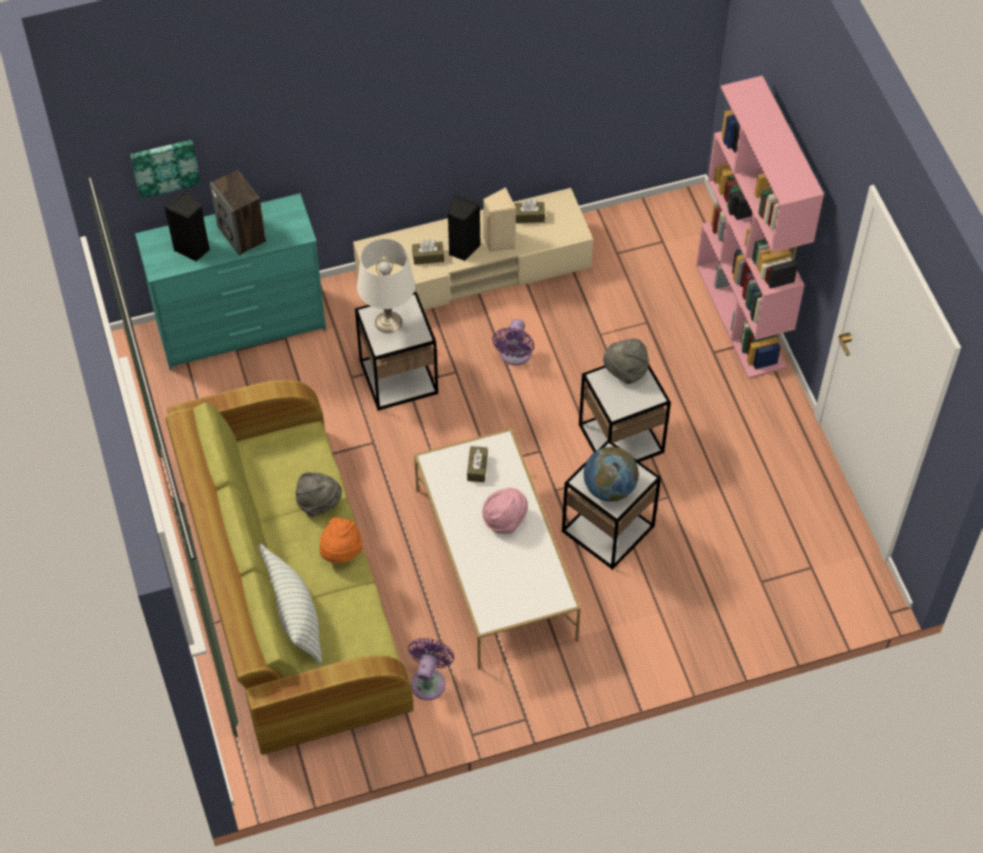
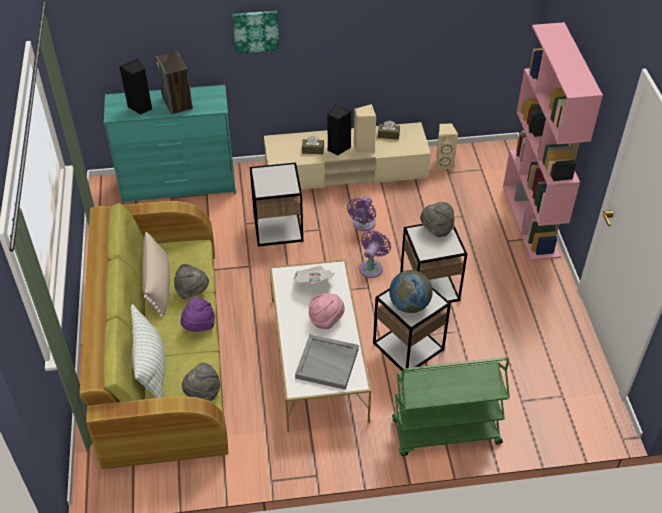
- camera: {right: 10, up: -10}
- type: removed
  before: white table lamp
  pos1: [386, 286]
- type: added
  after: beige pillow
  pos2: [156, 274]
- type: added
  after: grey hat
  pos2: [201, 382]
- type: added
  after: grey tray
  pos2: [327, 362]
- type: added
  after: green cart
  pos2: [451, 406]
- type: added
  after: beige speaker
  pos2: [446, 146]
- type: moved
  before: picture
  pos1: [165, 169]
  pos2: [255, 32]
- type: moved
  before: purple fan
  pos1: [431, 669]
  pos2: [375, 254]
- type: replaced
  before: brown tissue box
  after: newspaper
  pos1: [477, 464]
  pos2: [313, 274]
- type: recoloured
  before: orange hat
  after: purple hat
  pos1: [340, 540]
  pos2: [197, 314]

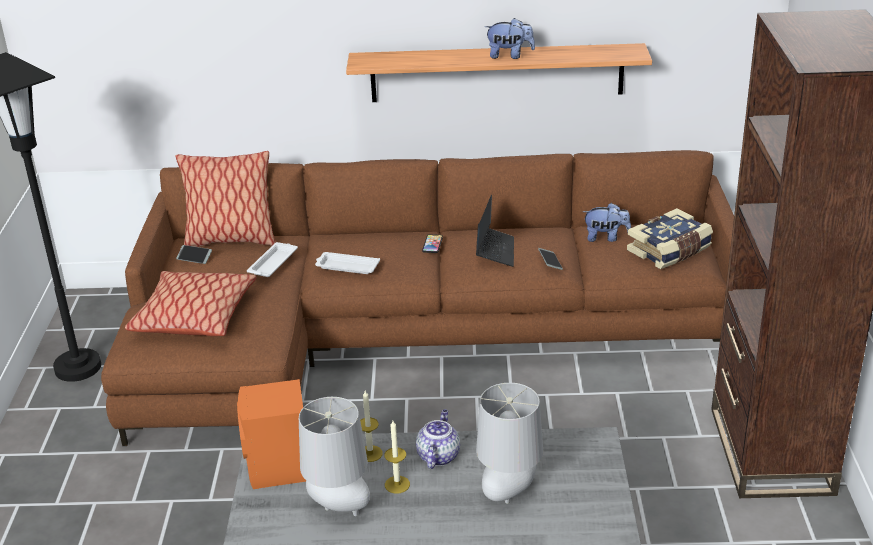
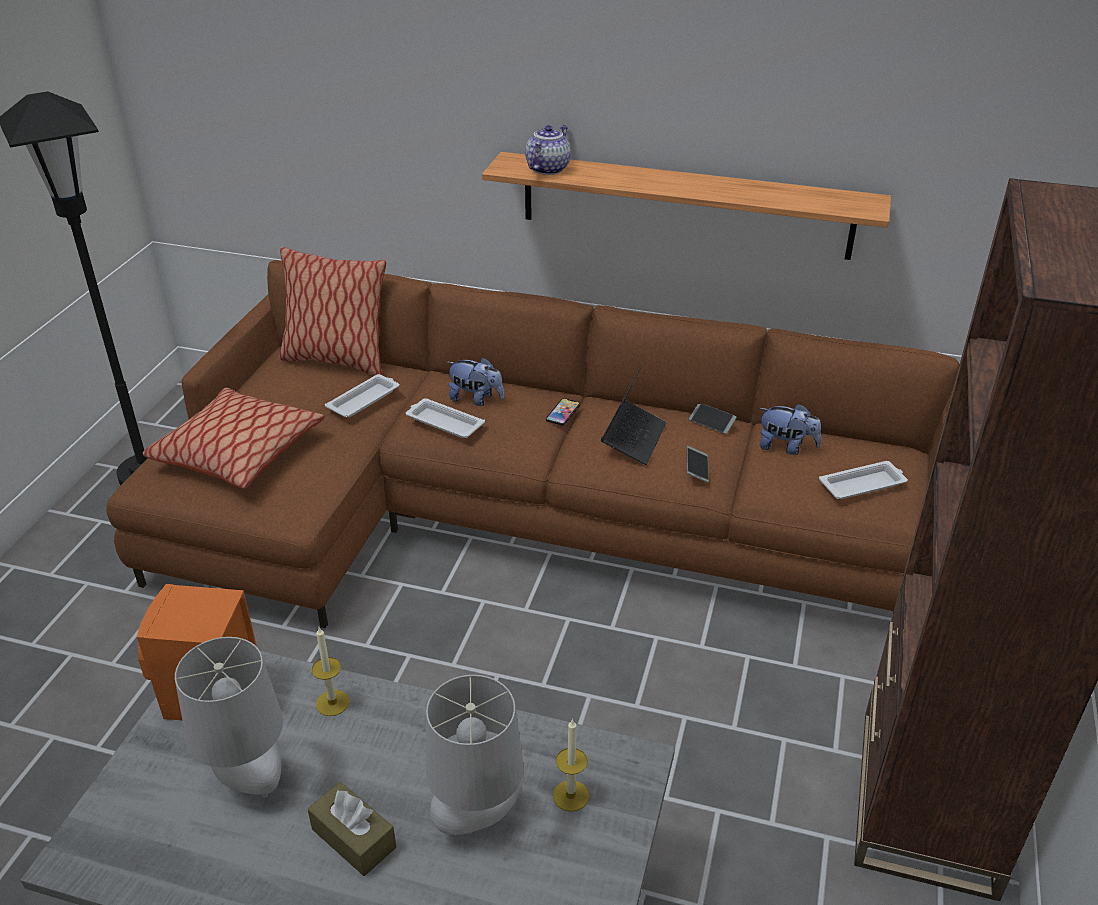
- camera: {right: 15, up: 5}
- type: added
  after: brown tissue box
  pos2: [352, 829]
- type: moved
  before: phone
  pos1: [194, 254]
  pos2: [713, 419]
- type: moved
  before: candle
  pos1: [397, 457]
  pos2: [571, 765]
- type: moved
  before: teapot
  pos1: [438, 439]
  pos2: [548, 150]
- type: moved
  before: plush toy
  pos1: [510, 38]
  pos2: [475, 381]
- type: replaced
  before: book
  after: white tray
  pos1: [670, 238]
  pos2: [863, 480]

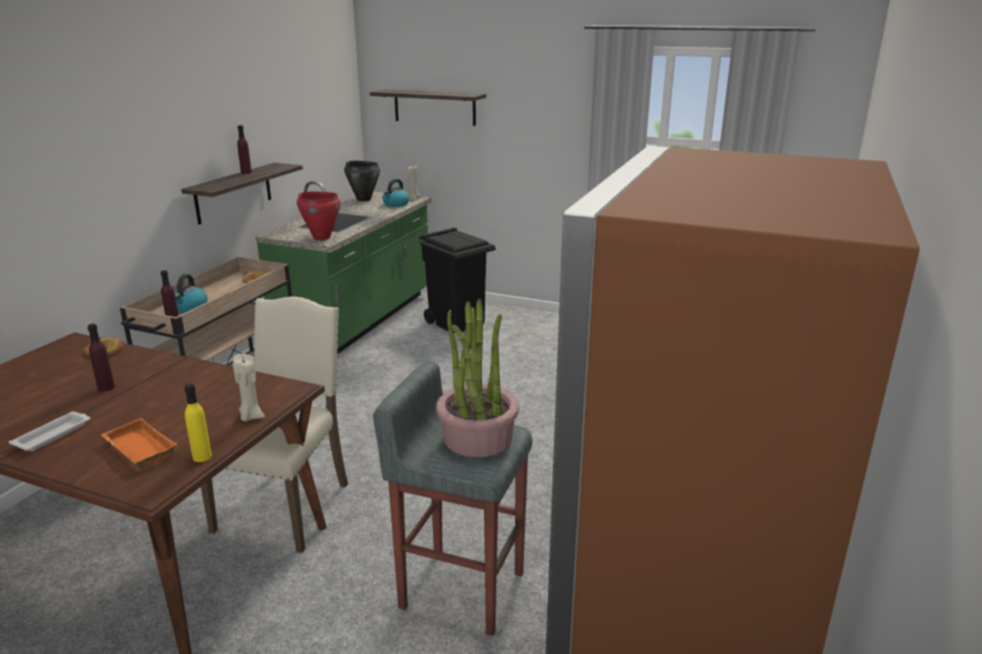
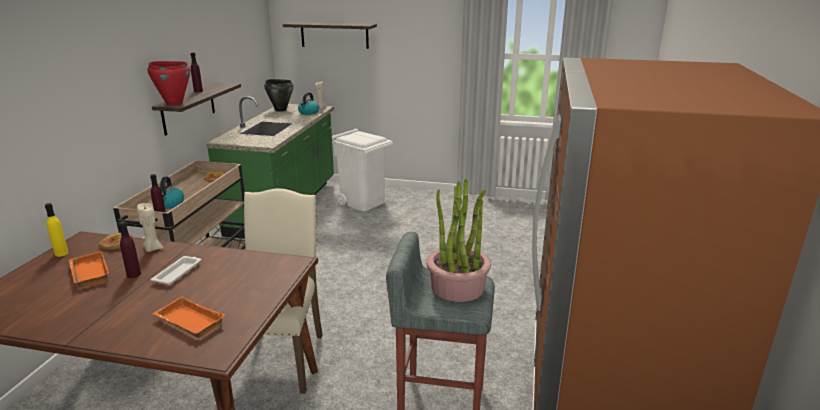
- camera: {right: -10, up: 0}
- type: added
  after: orange tray
  pos2: [89, 269]
- type: moved
  before: white tray
  pos1: [50, 431]
  pos2: [176, 270]
- type: moved
  before: yellow bottle
  pos1: [198, 422]
  pos2: [57, 230]
- type: moved
  before: beige candle
  pos1: [249, 387]
  pos2: [150, 227]
- type: moved
  before: red cooking pot
  pos1: [319, 216]
  pos2: [168, 83]
- type: recoloured
  before: black trash can
  after: white trash can
  pos1: [457, 280]
  pos2: [362, 170]

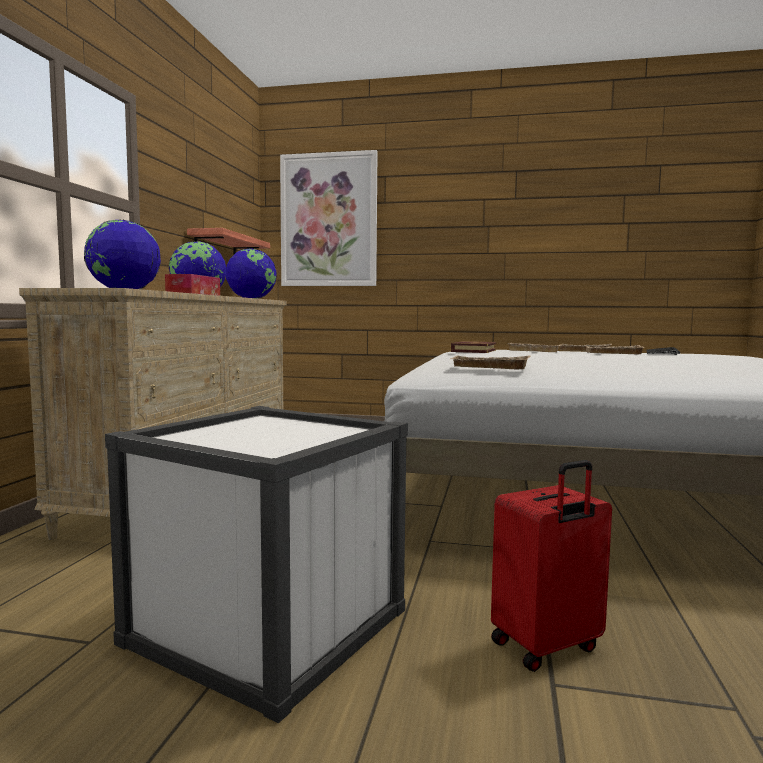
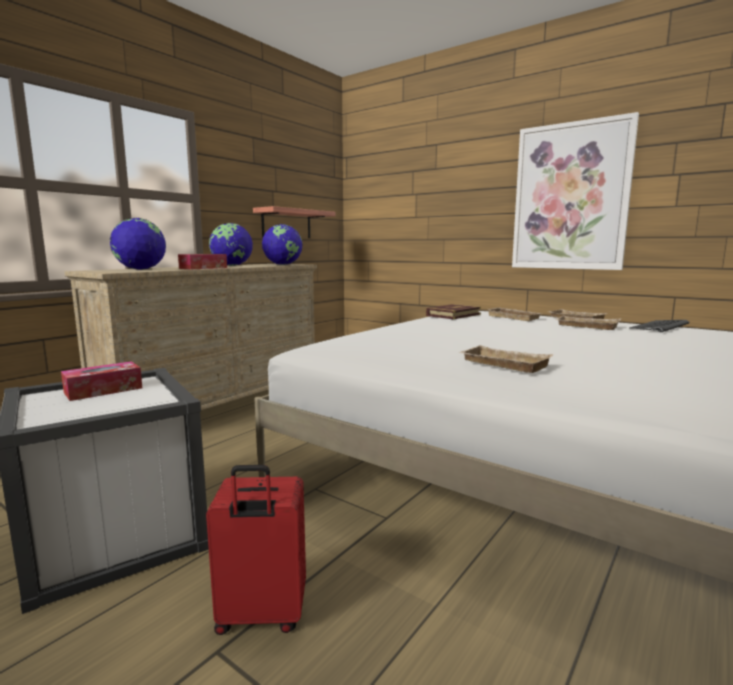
- camera: {right: 25, up: 5}
- type: added
  after: tissue box
  pos2: [101, 381]
- type: moved
  before: picture
  pos1: [329, 218]
  pos2: [575, 191]
- type: moved
  before: beige tray
  pos1: [490, 362]
  pos2: [506, 359]

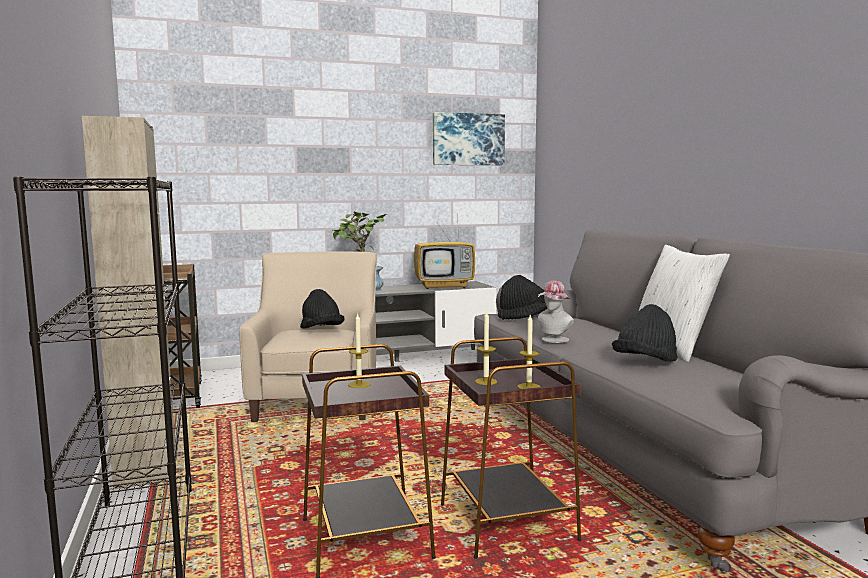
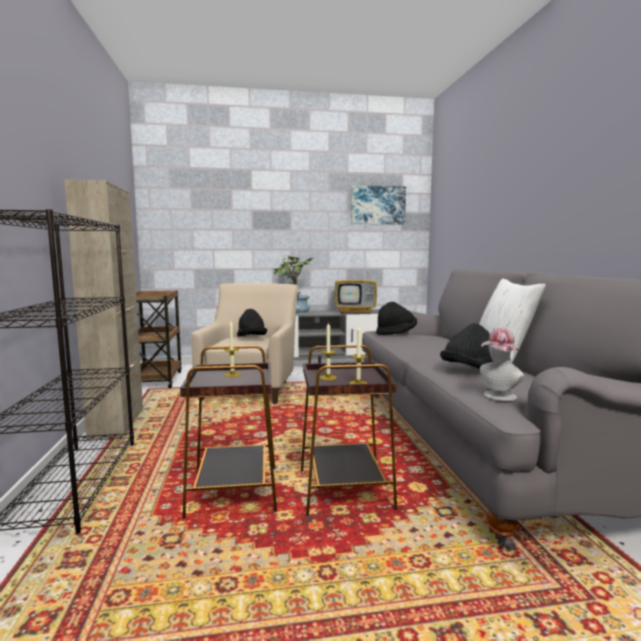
- camera: {right: 10, up: 0}
- type: moved
  before: hat
  pos1: [556, 312]
  pos2: [502, 364]

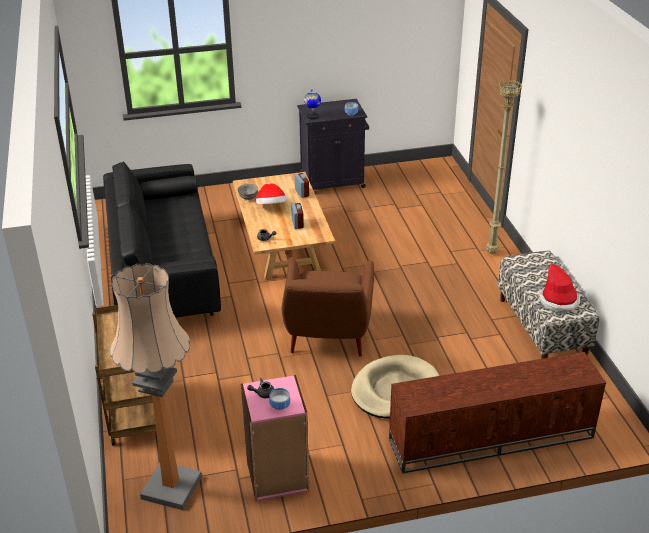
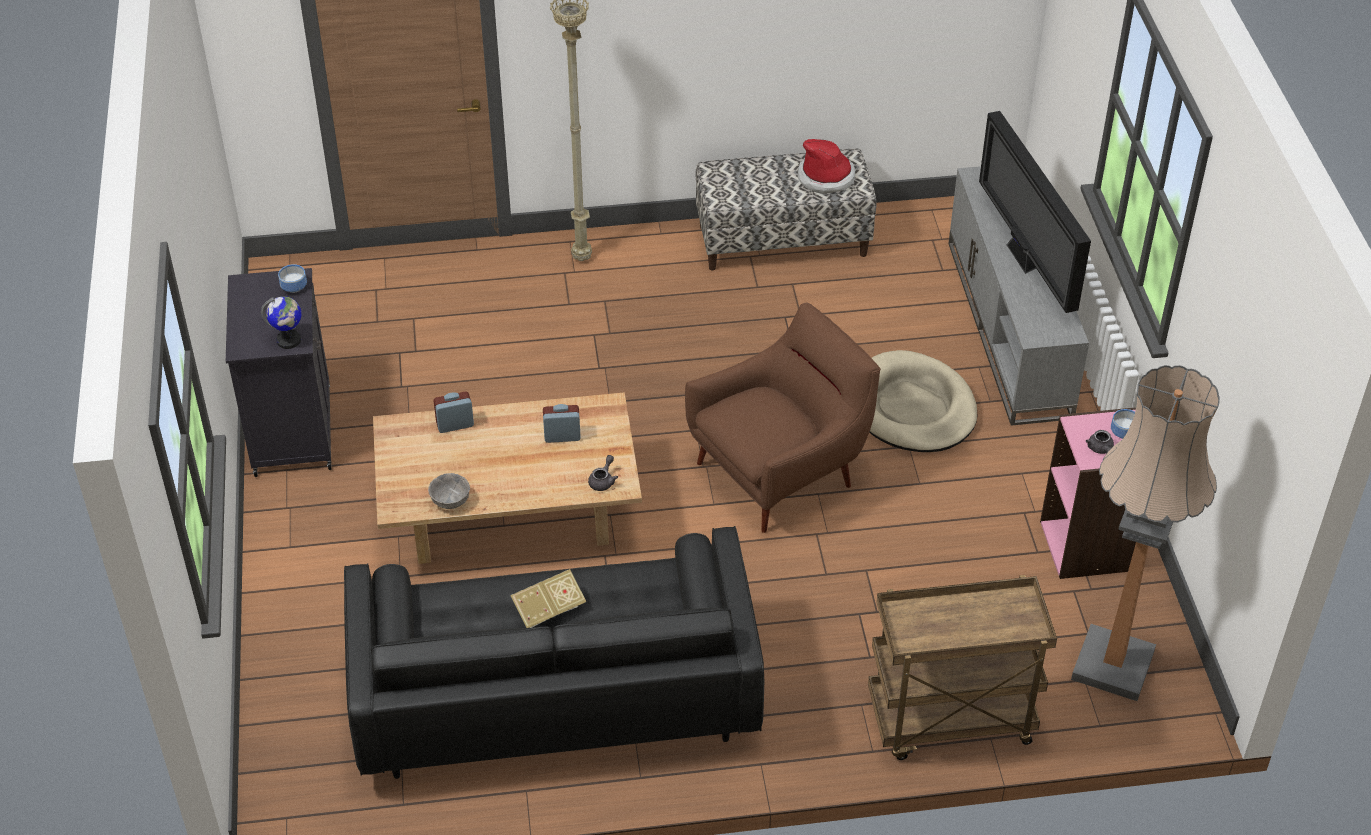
- camera: {right: -85, up: 10}
- type: removed
  before: hat
  pos1: [271, 193]
- type: added
  after: book
  pos2: [548, 598]
- type: added
  after: television
  pos2: [1035, 212]
- type: recoloured
  before: brown tv stand
  after: grey tv stand
  pos1: [497, 413]
  pos2: [1018, 296]
- type: turned
  before: brown armchair
  pos1: [328, 307]
  pos2: [783, 418]
  turn: -45

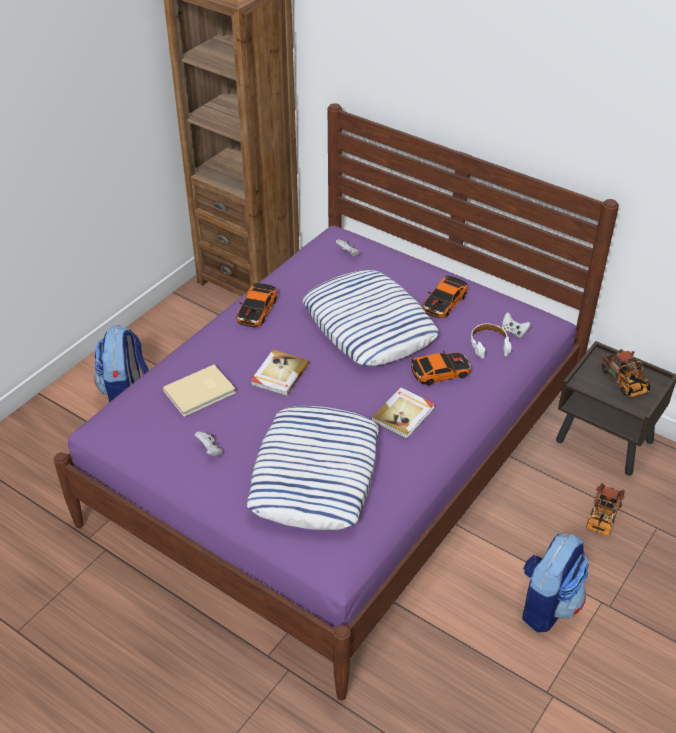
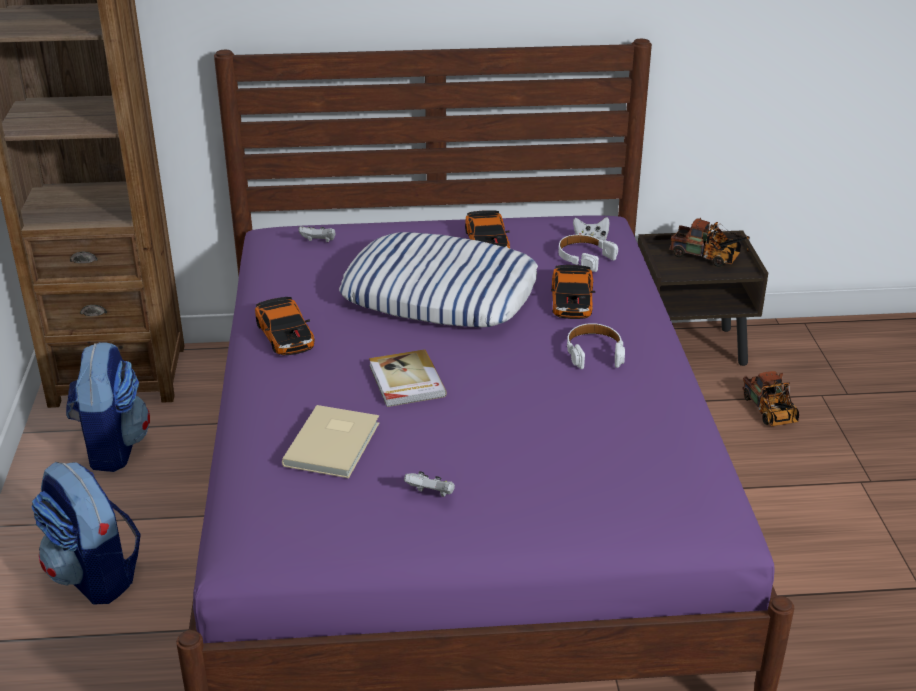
- camera: {right: -40, up: -10}
- type: removed
  before: pillow
  pos1: [313, 468]
- type: moved
  before: backpack
  pos1: [555, 582]
  pos2: [108, 407]
- type: replaced
  before: book
  after: white headphones
  pos1: [403, 413]
  pos2: [596, 346]
- type: turned
  before: toy car
  pos1: [440, 368]
  pos2: [573, 292]
  turn: 150

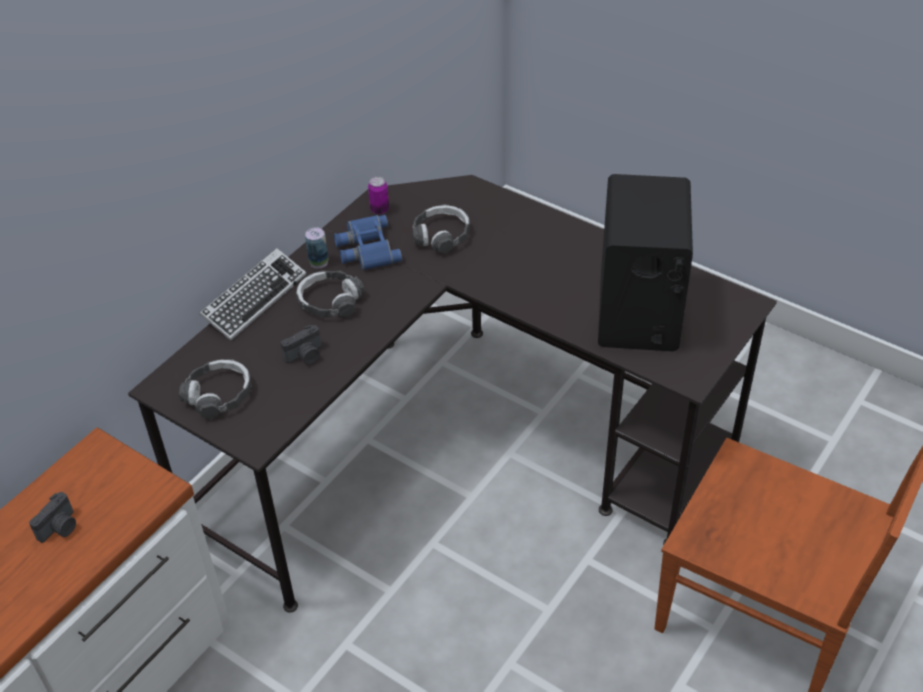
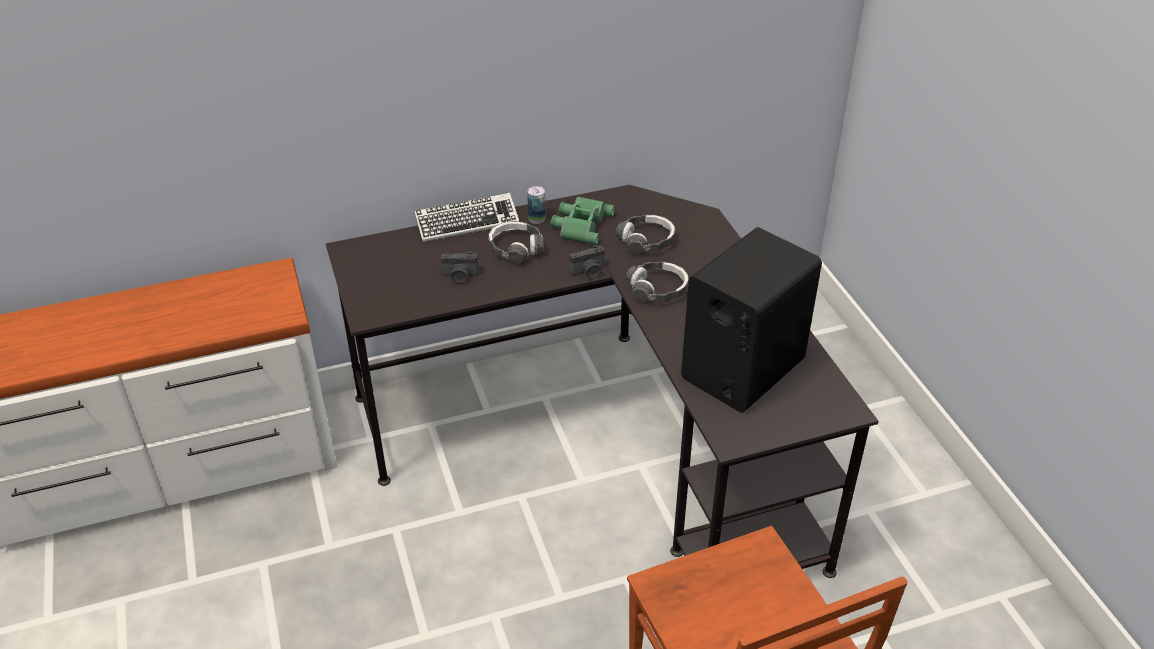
- camera: {right: 35, up: -5}
- type: removed
  before: can
  pos1: [378, 196]
- type: moved
  before: photo camera
  pos1: [52, 517]
  pos2: [586, 262]
- type: moved
  before: headphones
  pos1: [215, 389]
  pos2: [657, 281]
- type: recoloured
  before: blue binoculars
  after: green binoculars
  pos1: [368, 242]
  pos2: [583, 221]

